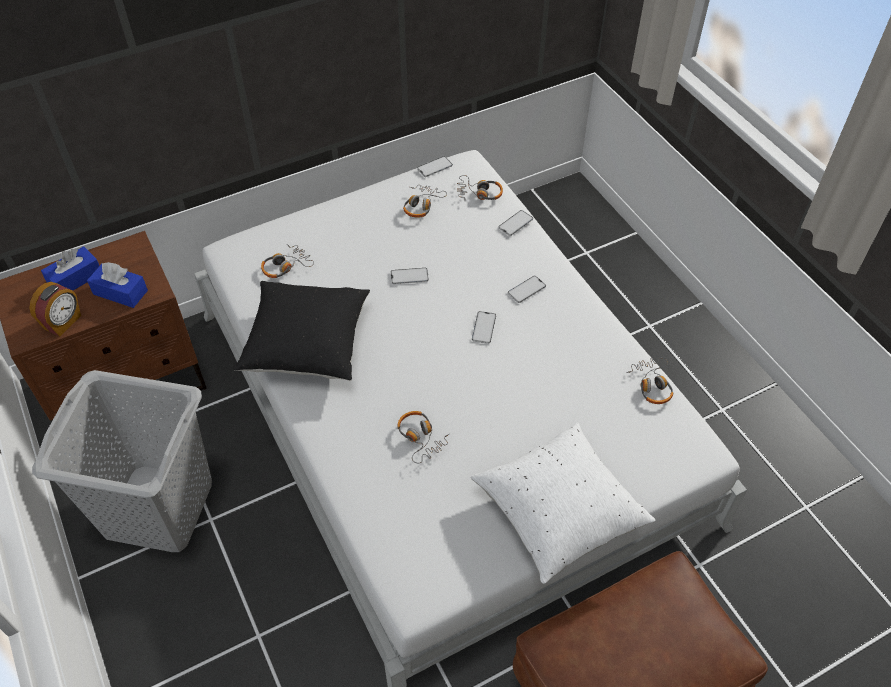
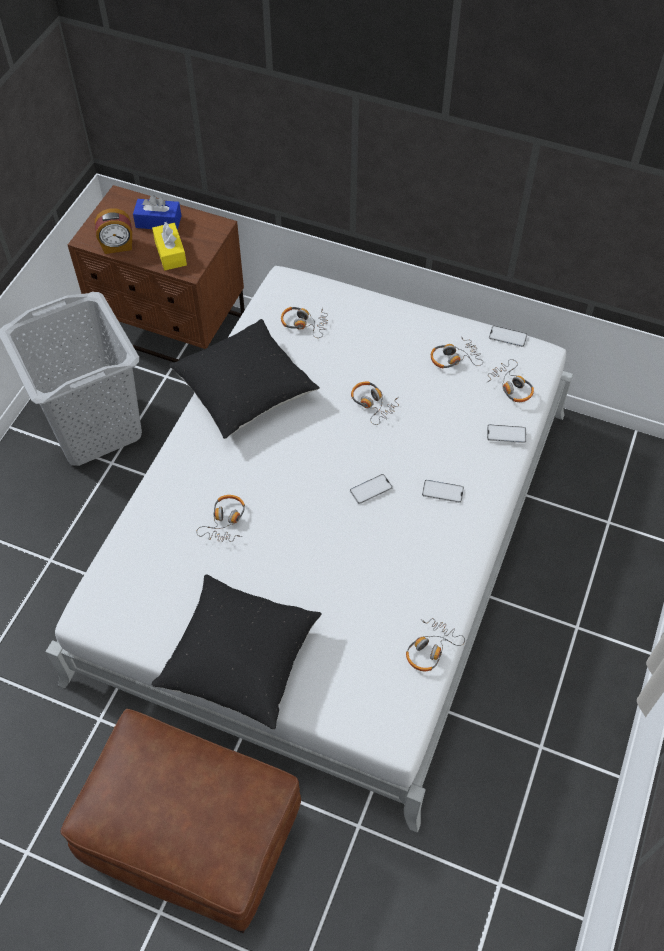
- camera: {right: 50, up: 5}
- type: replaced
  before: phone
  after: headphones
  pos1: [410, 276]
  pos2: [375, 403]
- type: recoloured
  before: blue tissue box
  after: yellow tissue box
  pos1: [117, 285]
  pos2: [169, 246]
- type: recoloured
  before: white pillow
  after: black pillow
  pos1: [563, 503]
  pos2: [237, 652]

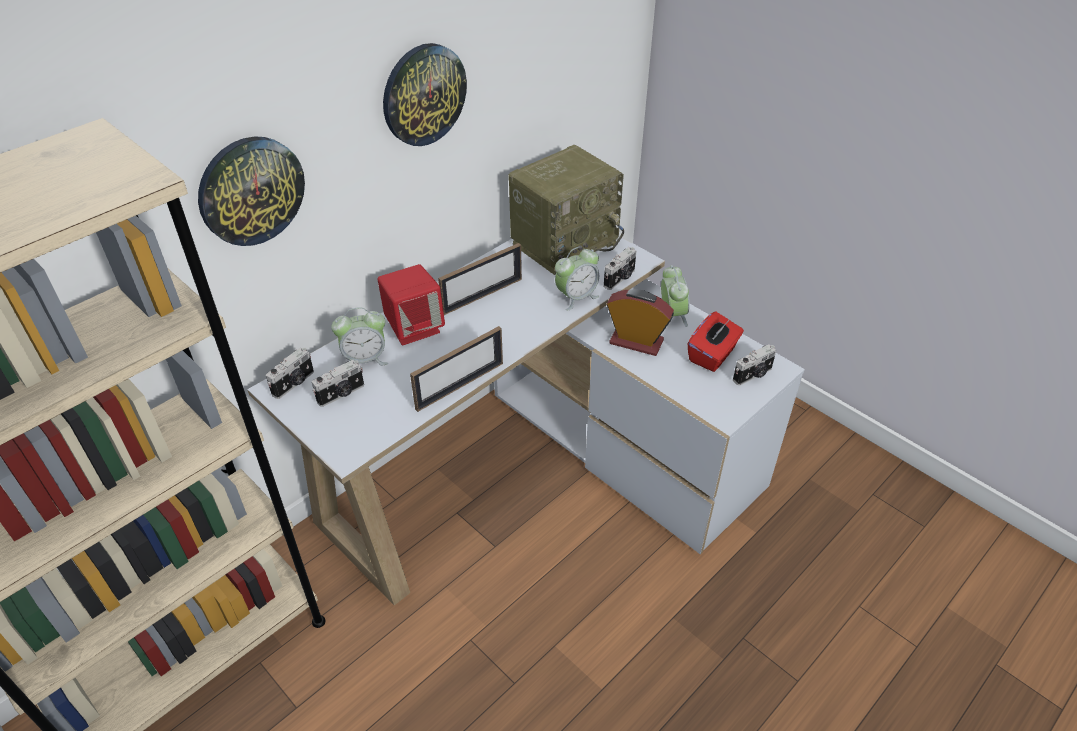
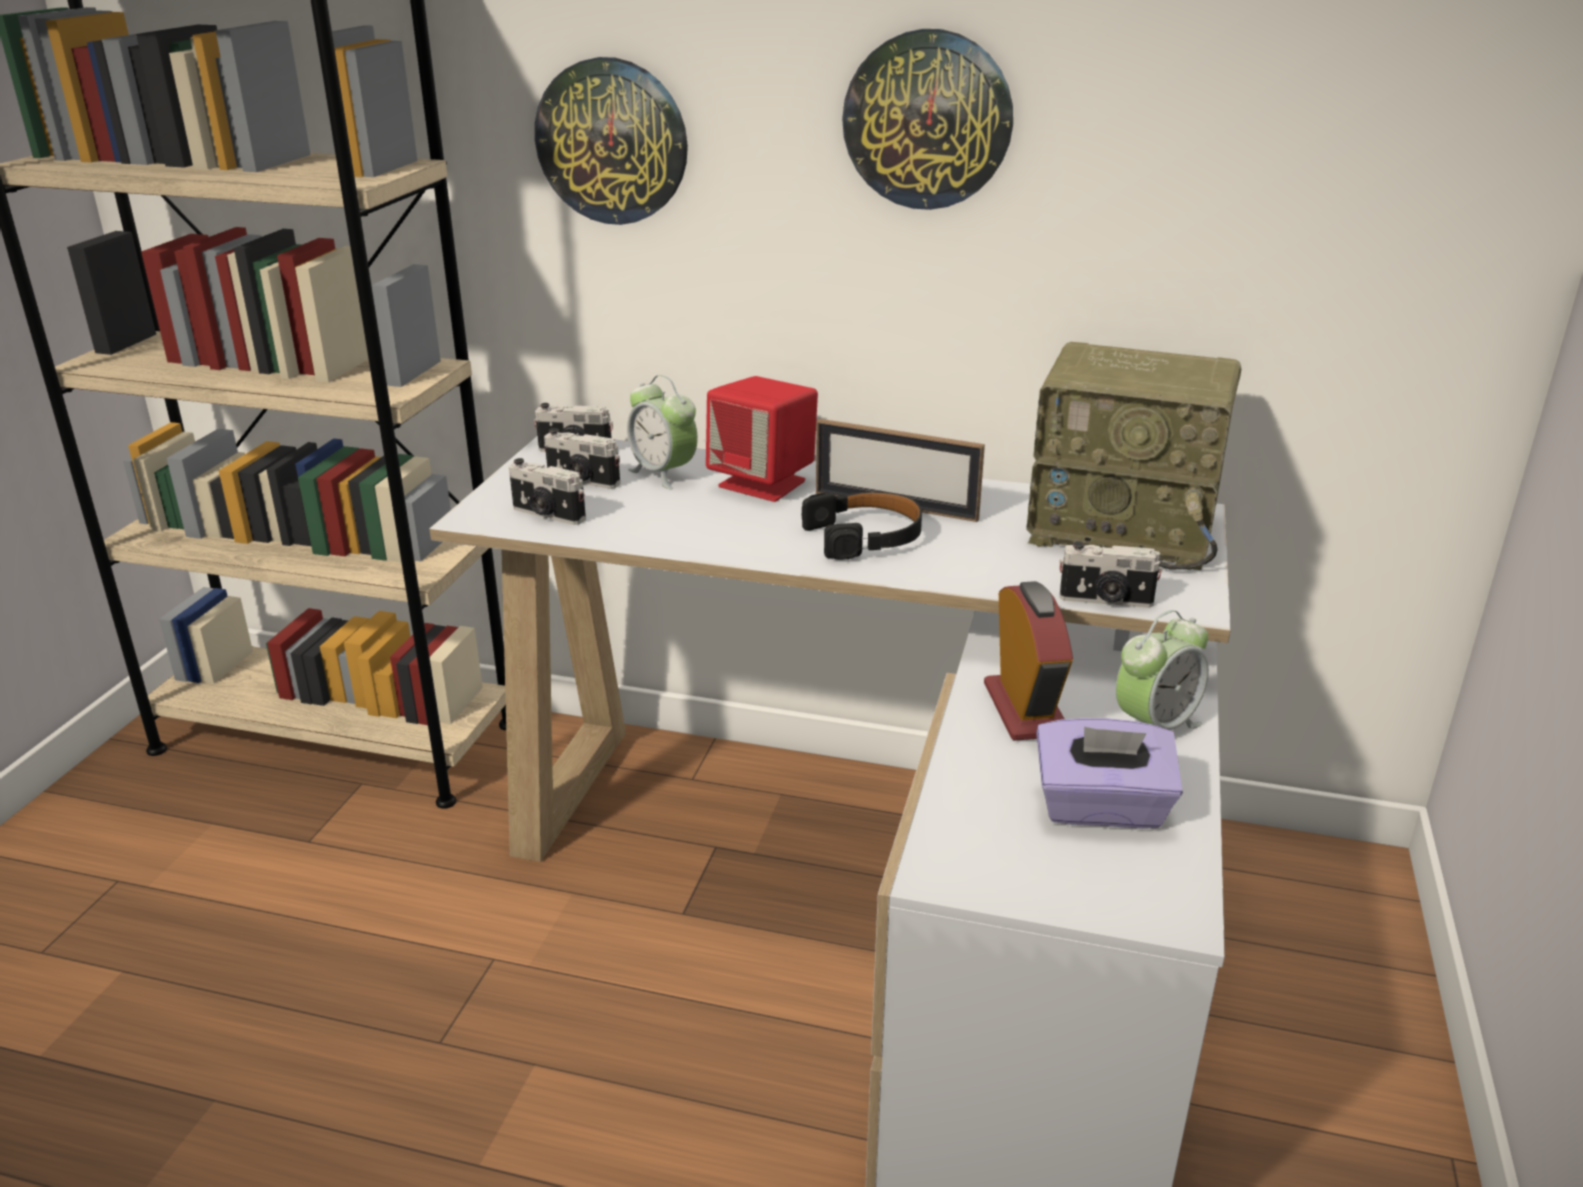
- camera: {right: 60, up: -15}
- type: removed
  before: picture frame
  pos1: [456, 369]
- type: removed
  before: alarm clock
  pos1: [577, 278]
- type: added
  after: black headphones
  pos2: [862, 526]
- type: moved
  before: photo camera
  pos1: [754, 364]
  pos2: [547, 491]
- type: recoloured
  before: red tissue box
  after: purple tissue box
  pos1: [716, 341]
  pos2: [1109, 773]

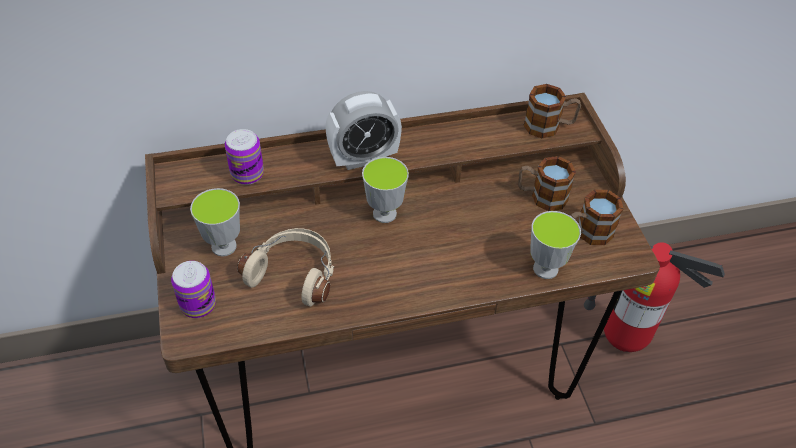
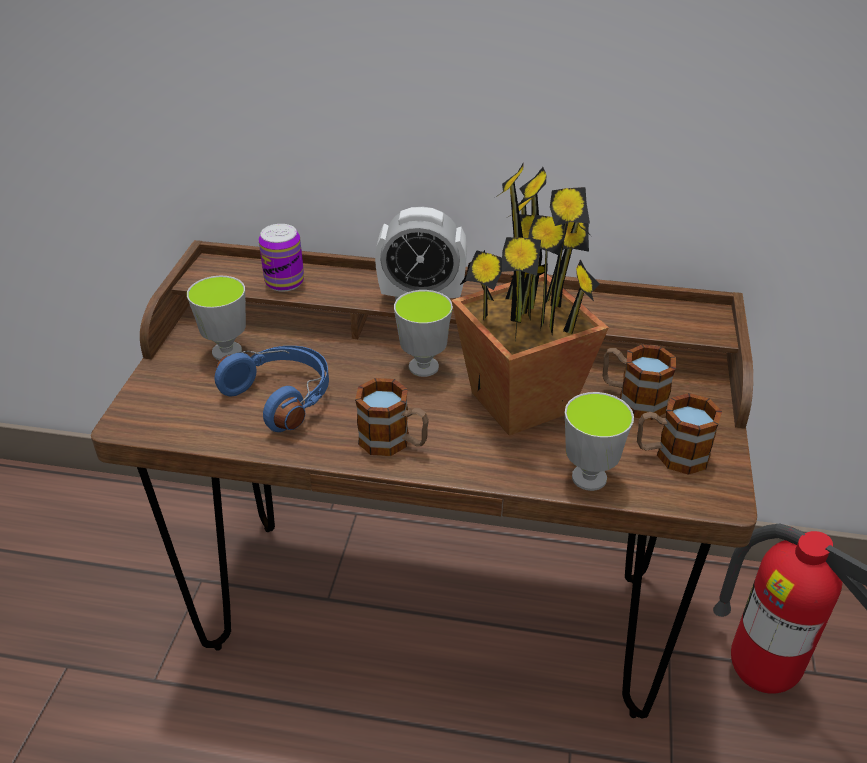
- camera: {right: 25, up: -10}
- type: removed
  before: can
  pos1: [193, 289]
- type: added
  after: potted plant
  pos2: [530, 299]
- type: moved
  before: mug
  pos1: [552, 111]
  pos2: [392, 417]
- type: recoloured
  before: beige headphones
  after: blue headphones
  pos1: [285, 267]
  pos2: [272, 389]

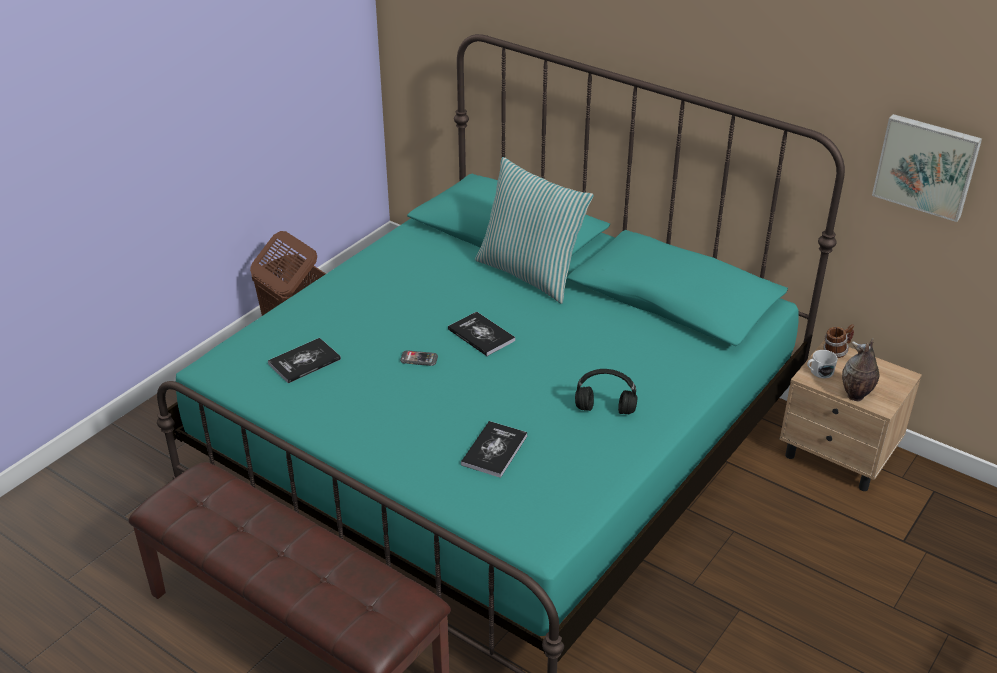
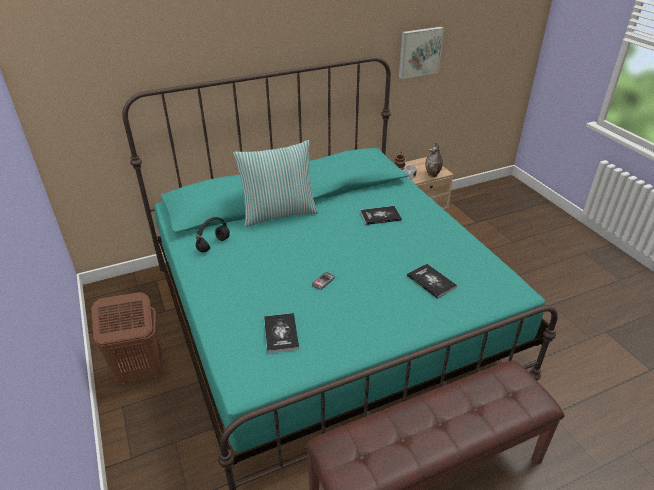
- camera: {right: -60, up: 0}
- type: moved
  before: book
  pos1: [481, 333]
  pos2: [381, 215]
- type: moved
  before: black headphones
  pos1: [606, 391]
  pos2: [213, 234]

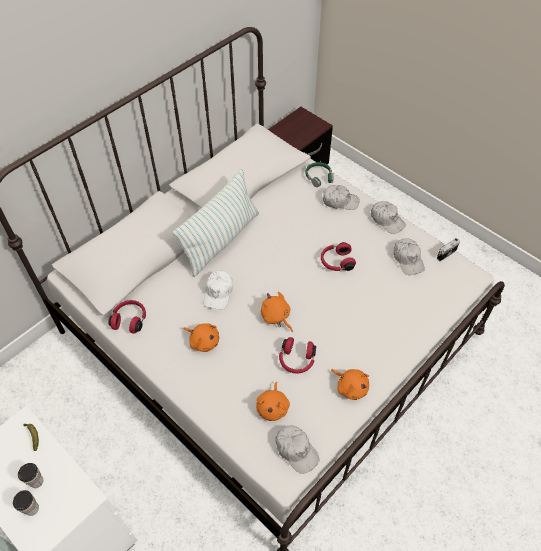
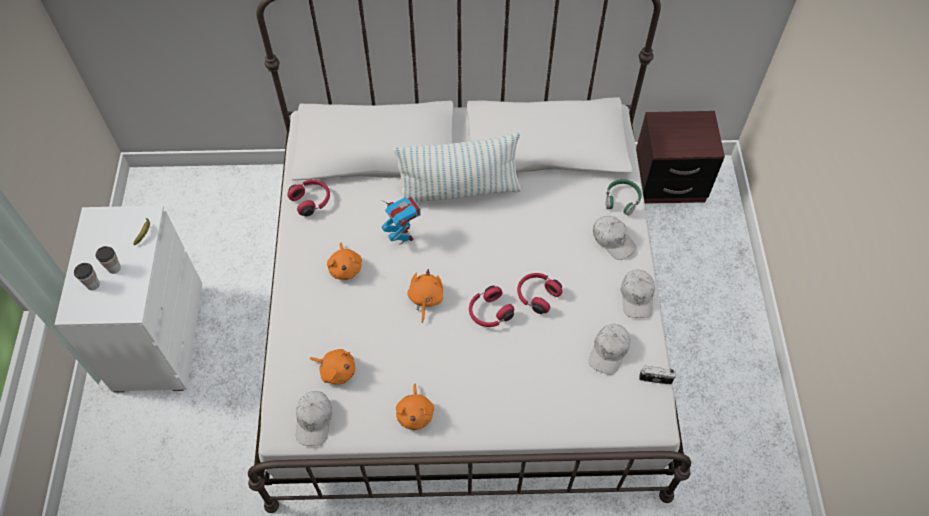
- camera: {right: 45, up: 5}
- type: moved
  before: red headphones
  pos1: [297, 355]
  pos2: [491, 306]
- type: replaced
  before: white cap
  after: toy robot
  pos1: [218, 290]
  pos2: [401, 220]
- type: turned
  before: orange plush toy
  pos1: [273, 401]
  pos2: [332, 367]
  turn: -120

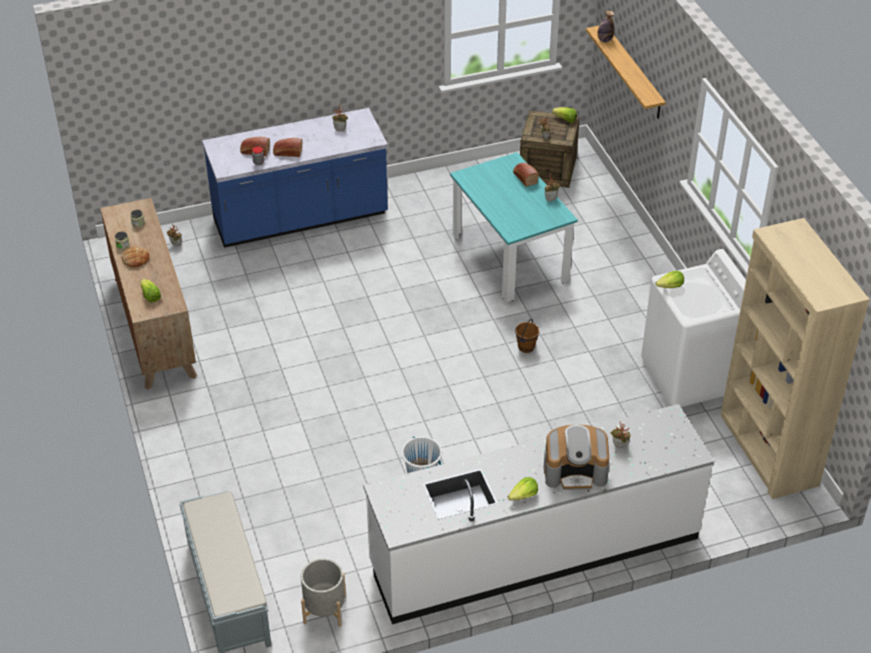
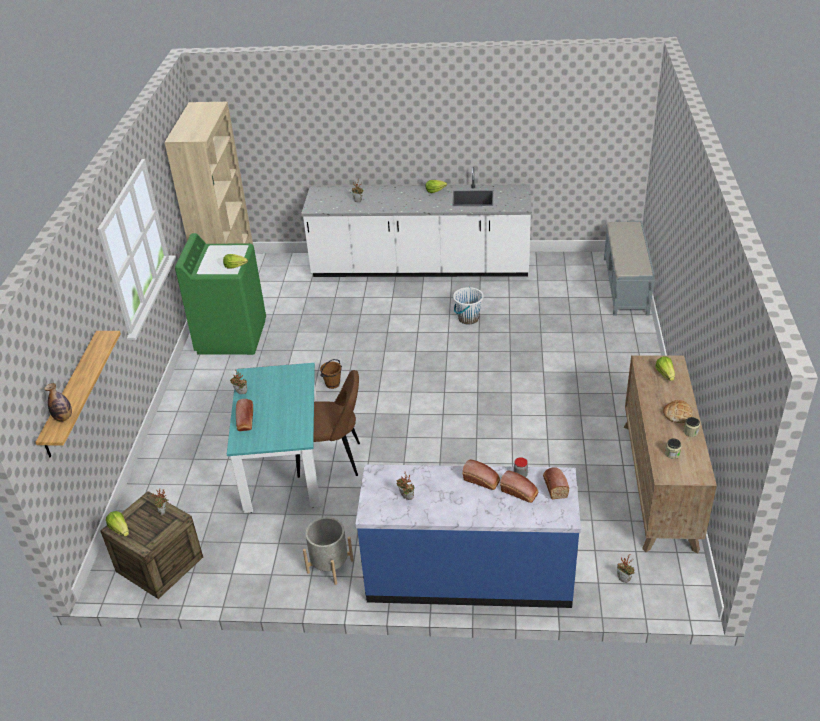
- camera: {right: -155, up: -5}
- type: removed
  before: coffee machine
  pos1: [577, 457]
- type: added
  after: brown chair
  pos2: [327, 424]
- type: added
  after: bread
  pos2: [556, 483]
- type: moved
  before: grey planter
  pos1: [323, 592]
  pos2: [328, 551]
- type: recoloured
  before: white washing machine
  after: green washing machine
  pos1: [693, 328]
  pos2: [220, 294]

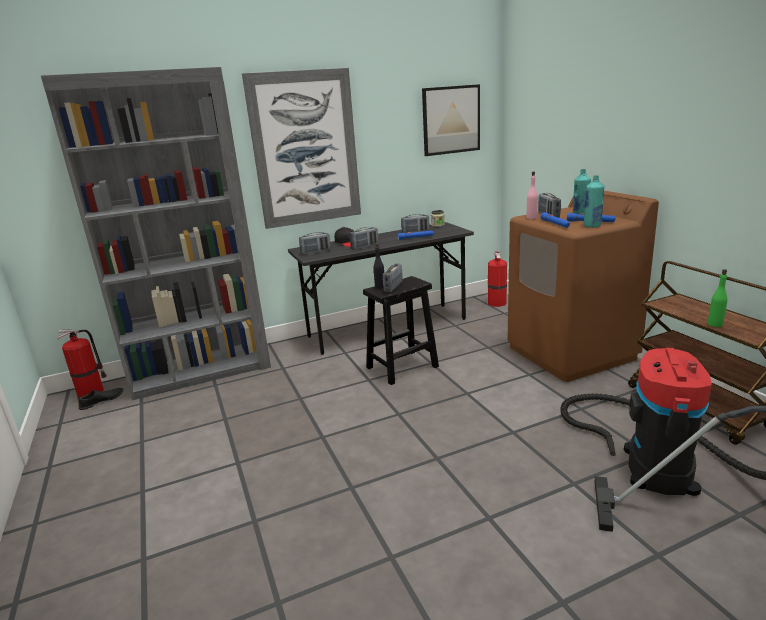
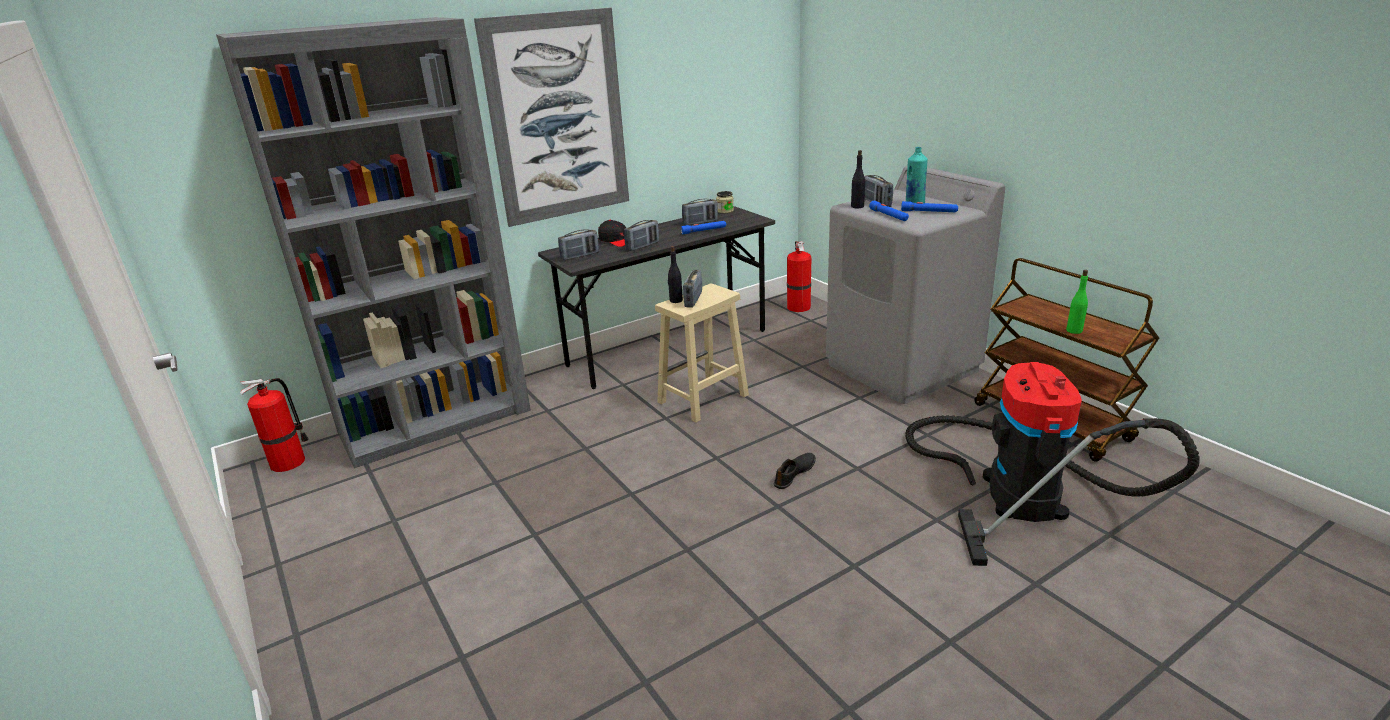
- camera: {right: -10, up: 5}
- type: removed
  before: picture
  pos1: [451, 120]
- type: removed
  before: turquoise bottle
  pos1: [593, 201]
- type: moved
  before: black shoe
  pos1: [100, 399]
  pos2: [795, 471]
- type: recoloured
  before: black stool
  after: beige stool
  pos1: [401, 330]
  pos2: [702, 353]
- type: recoloured
  before: brown washing machine
  after: grey washing machine
  pos1: [583, 286]
  pos2: [915, 285]
- type: recoloured
  before: pink bottle
  after: black bottle
  pos1: [532, 195]
  pos2: [858, 179]

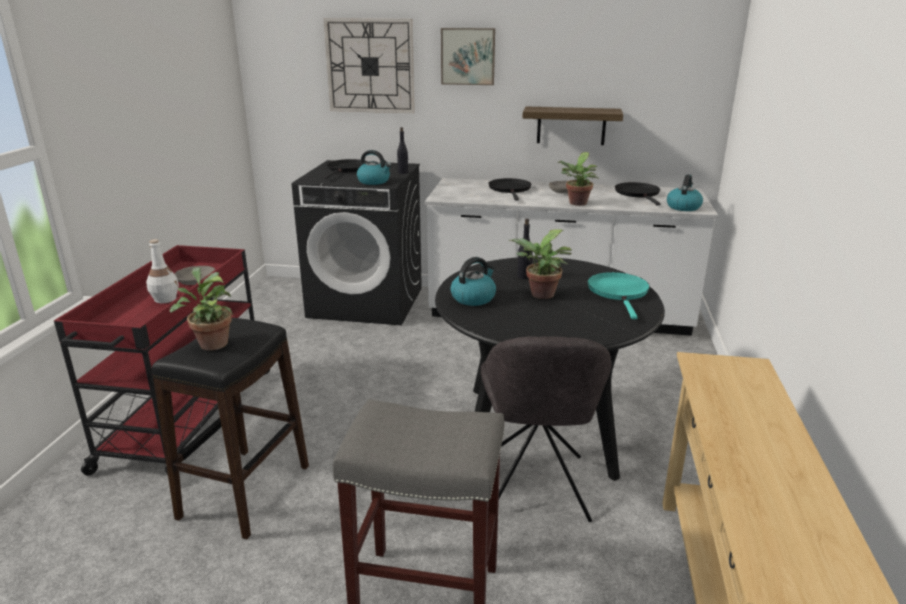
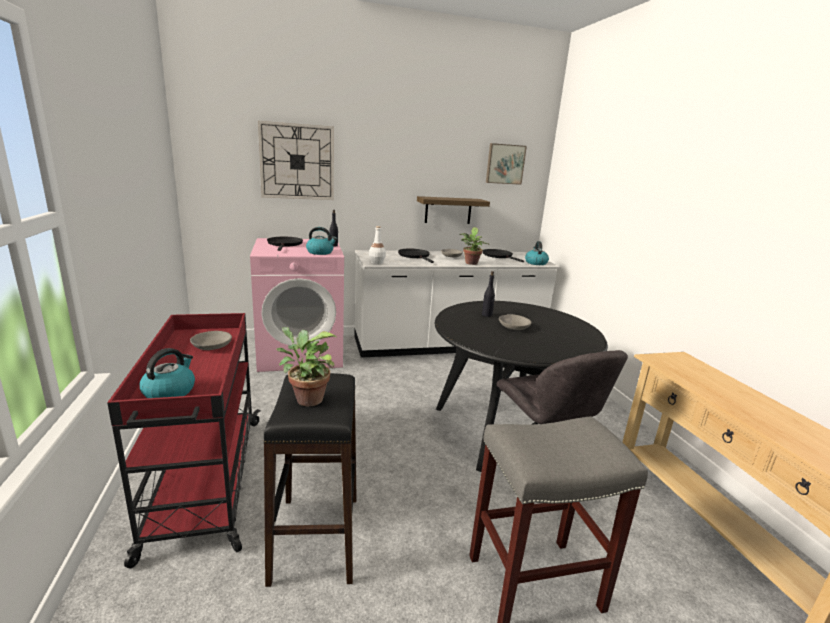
- camera: {right: -25, up: -5}
- type: removed
  before: turquoise frying pan
  pos1: [618, 295]
- type: moved
  before: white bottle
  pos1: [162, 271]
  pos2: [377, 245]
- type: moved
  before: picture
  pos1: [468, 56]
  pos2: [506, 164]
- type: moved
  before: kettle
  pos1: [473, 281]
  pos2: [167, 373]
- type: replaced
  before: potted plant
  after: grey bowl
  pos1: [540, 264]
  pos2: [515, 322]
- type: recoloured
  before: black washing machine
  after: pink washing machine
  pos1: [357, 242]
  pos2: [297, 305]

